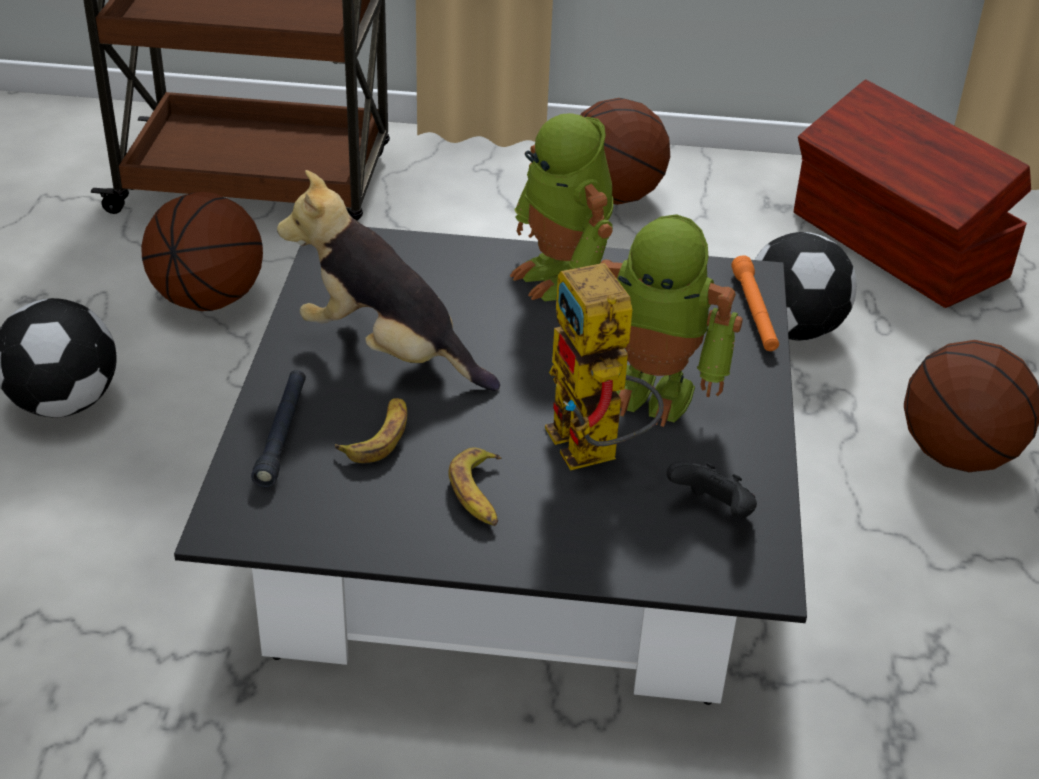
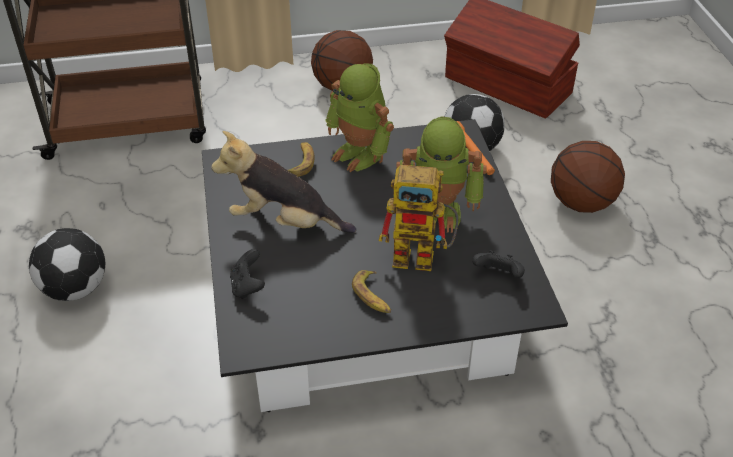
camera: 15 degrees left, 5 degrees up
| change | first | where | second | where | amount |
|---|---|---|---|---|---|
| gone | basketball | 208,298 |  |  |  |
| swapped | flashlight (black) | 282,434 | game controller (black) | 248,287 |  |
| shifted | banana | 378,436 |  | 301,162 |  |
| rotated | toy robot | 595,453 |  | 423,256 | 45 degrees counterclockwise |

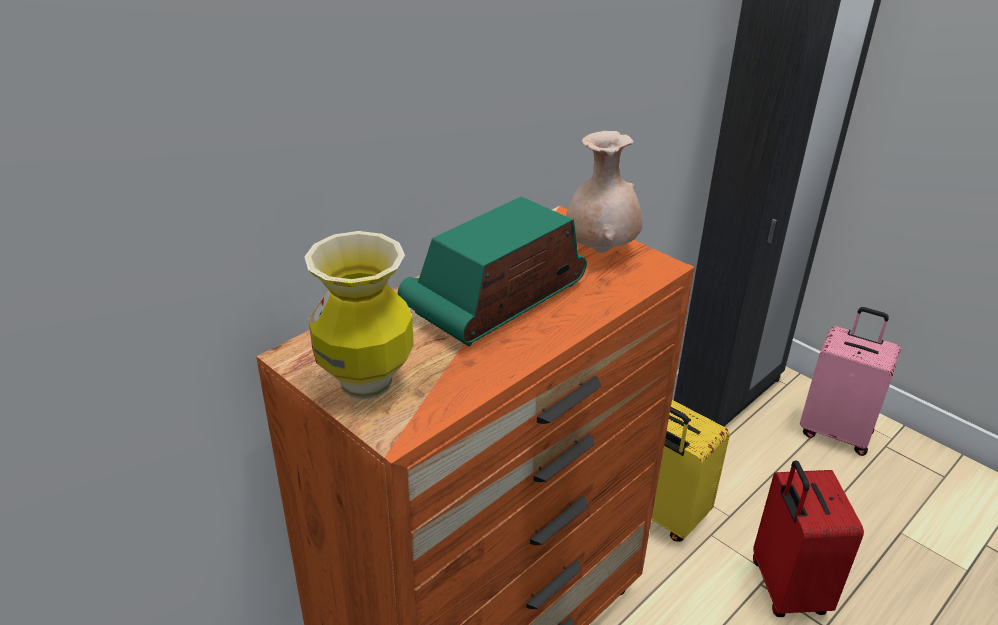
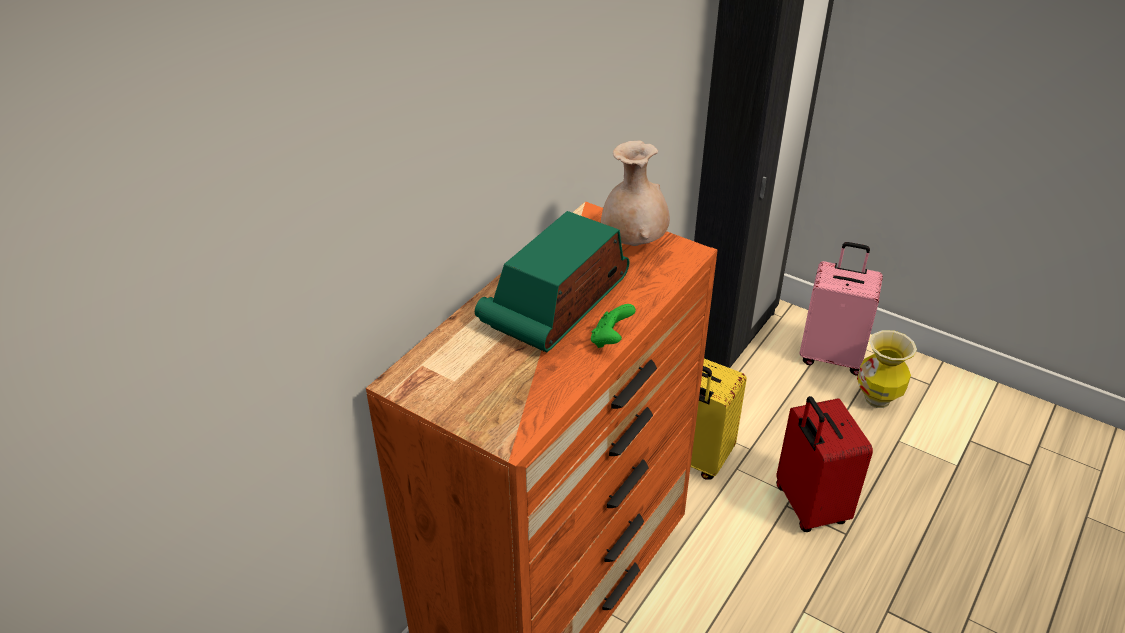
camera: 10 degrees left, 5 degrees up
| change | first | where | second | where | amount |
|---|---|---|---|---|---|
| shifted | vase | 366,382 |  | 877,399 |  |
| new |  |  | game controller (green) | 611,339 |  |

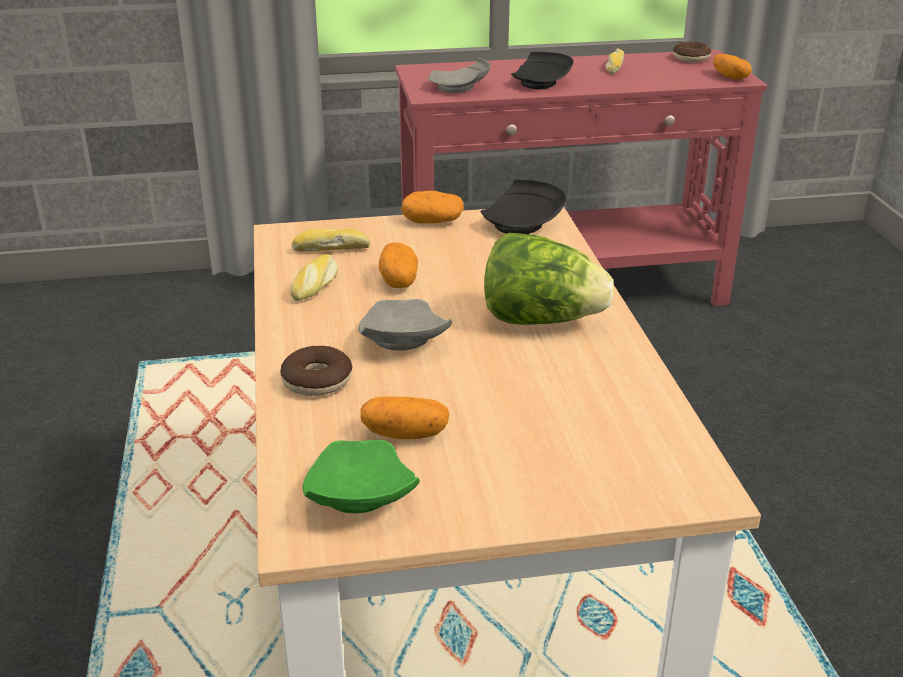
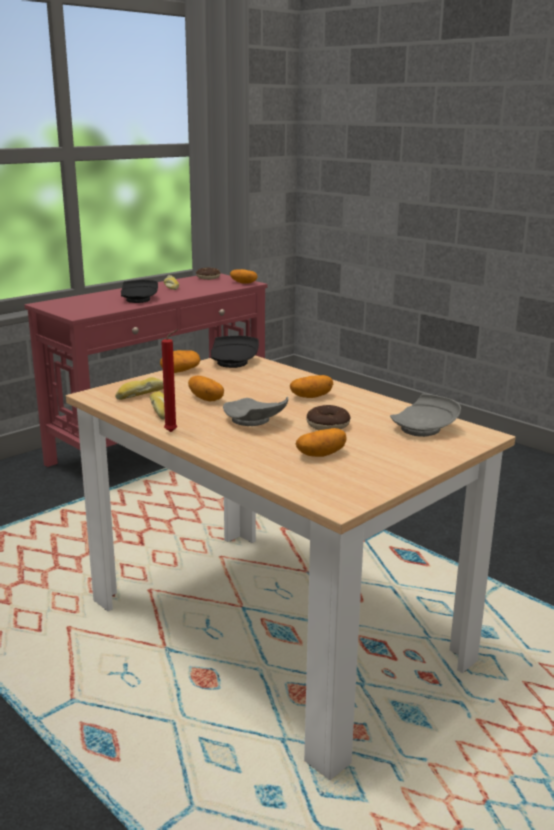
camera: 35 degrees left, 10 degrees down
| change | first | where | second | where | amount |
|---|---|---|---|---|---|
| shifted | donut | 317,381 |  | 328,425 |  |
| gone | plate (green) | 358,498 |  |  |  |
| shifted | plate (grey) | 460,88 |  | 425,429 |  |
| swapped | lettuce | 541,320 | potato | 311,396 |  |
| new |  |  | candle (red) | 173,432 |  |

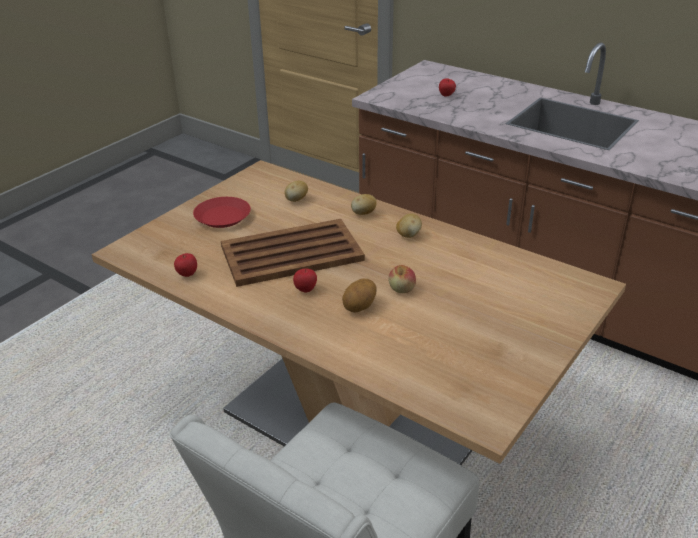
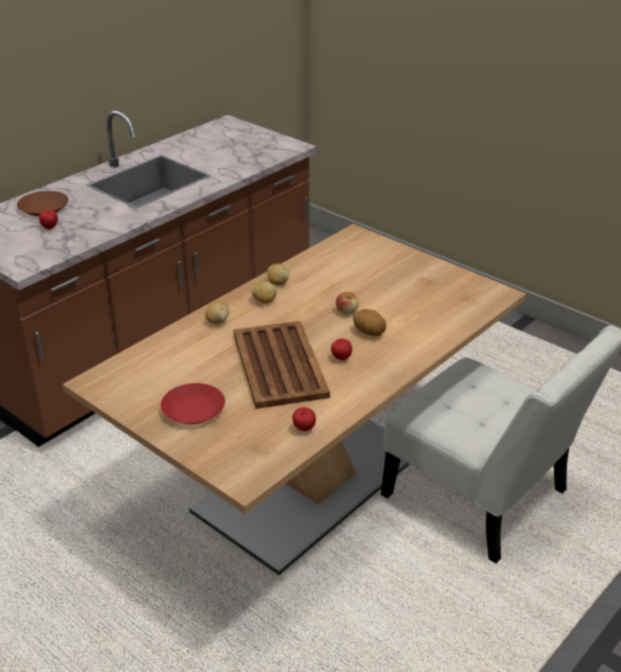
camera: 85 degrees left, 0 degrees up
| change | first | where | second | where | amount |
|---|---|---|---|---|---|
| shifted | potato | 296,200 |  | 277,283 |  |
| new |  |  | plate (brown) | 44,208 |  |

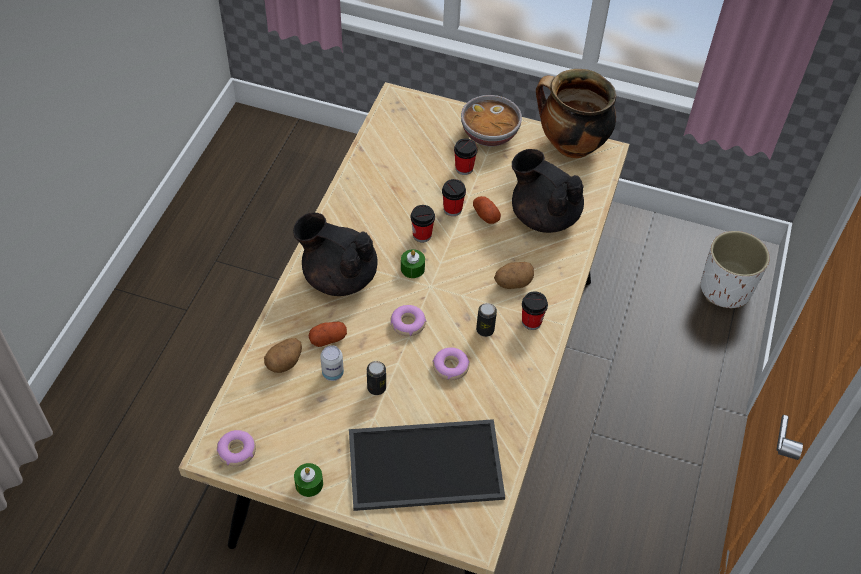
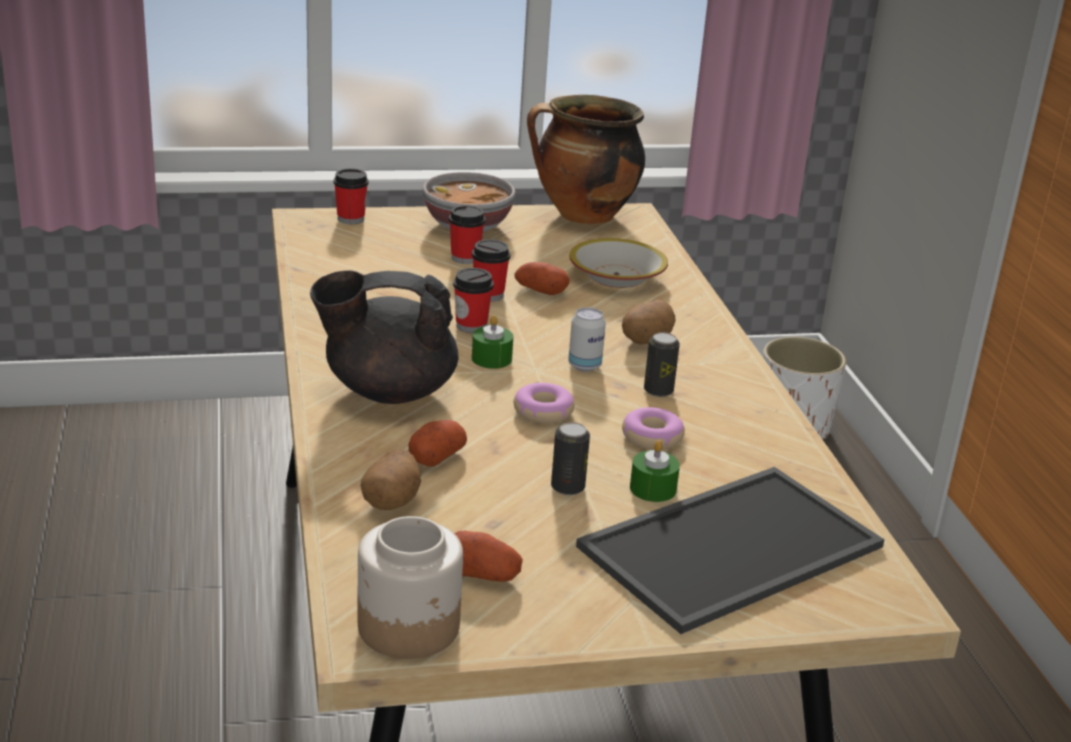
camera: 30 degrees left, 25 degrees down
| change | first | where | second | where | amount |
|---|---|---|---|---|---|
| swapped | donut | 236,451 | jar | 410,627 |  |
| shifted | candle (green) | 309,484 |  | 653,489 |  |
| shifted | can | 333,373 |  | 584,366 |  |
| swapped | teapot (black) | 543,215 | bowl | 616,276 |  |
| shifted | cup | 531,322 |  | 351,219 |  |
| new |  |  | potato | 481,574 |  |

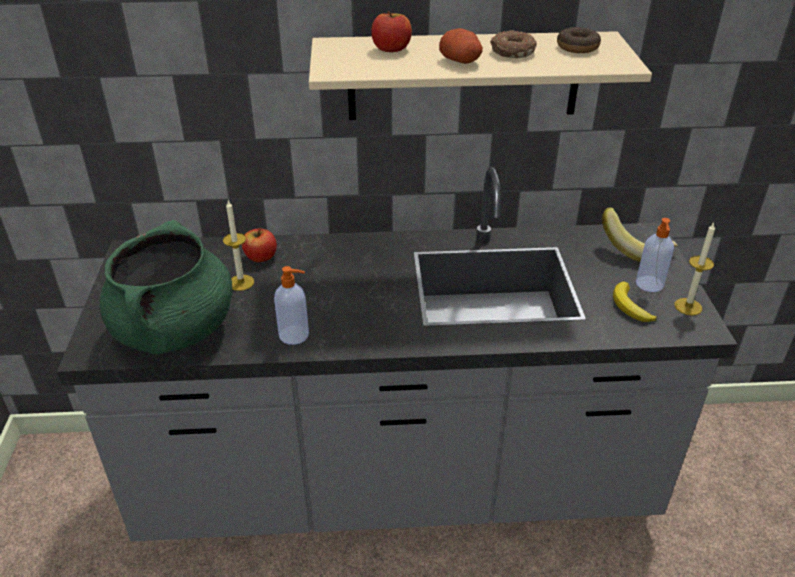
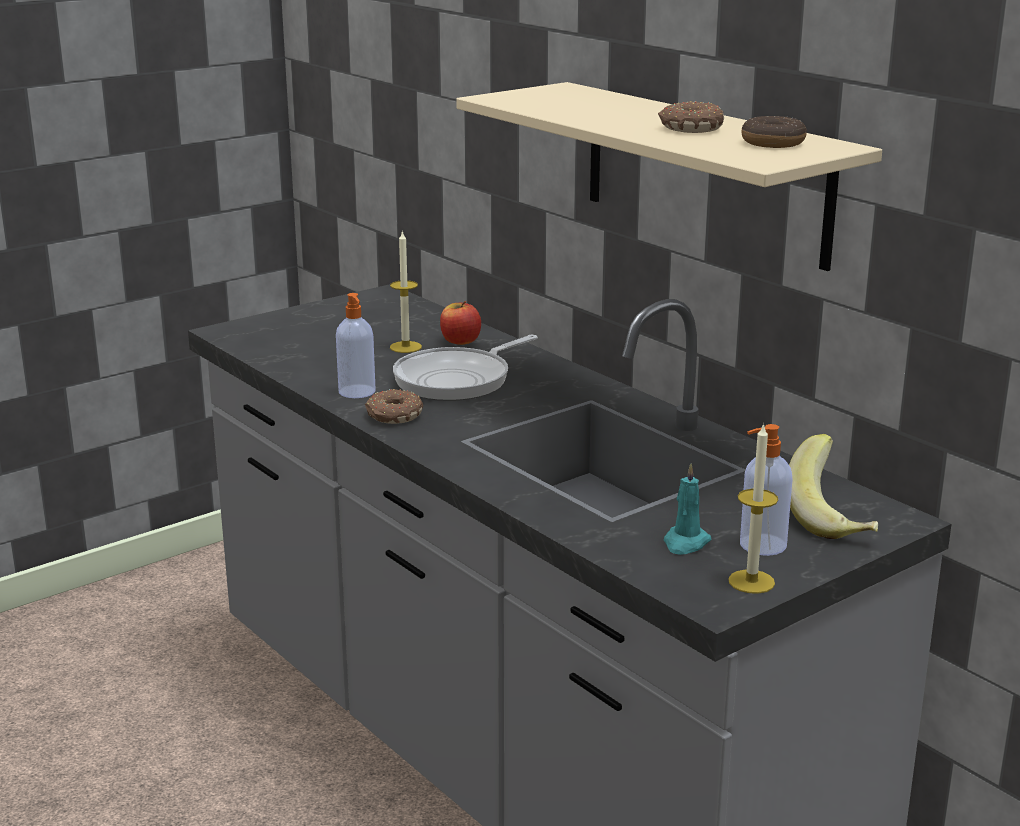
camera: 55 degrees right, 15 degrees down
| change | first | where | second | where | amount |
|---|---|---|---|---|---|
| gone | cooking pot (green) | 175,330 |  |  |  |
| gone | apple | 391,49 |  |  |  |
| gone | potato | 461,61 |  |  |  |
| swapped | banana | 630,306 | candle (turquoise) | 685,543 |  |
| new |  |  | donut | 393,416 |  |
| new |  |  | frying pan | 458,380 |  |

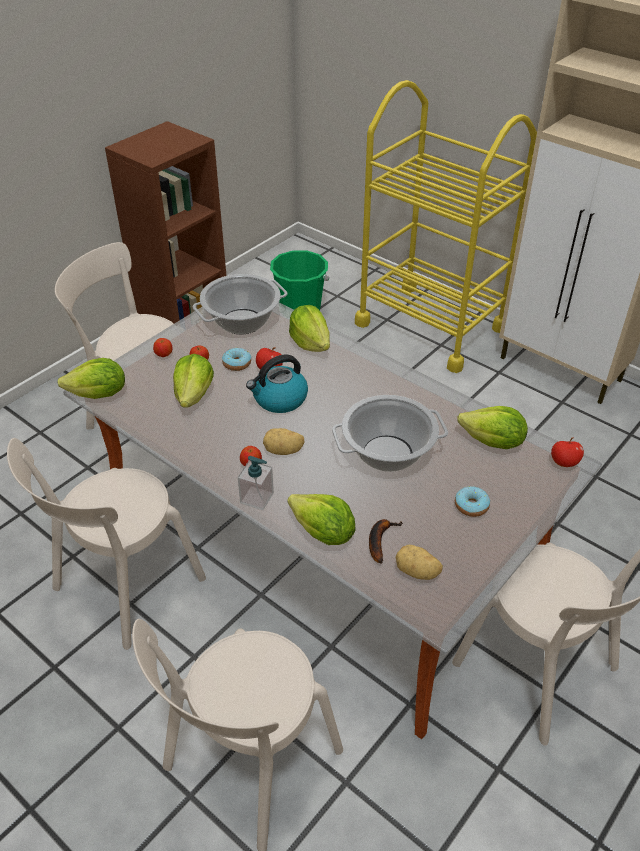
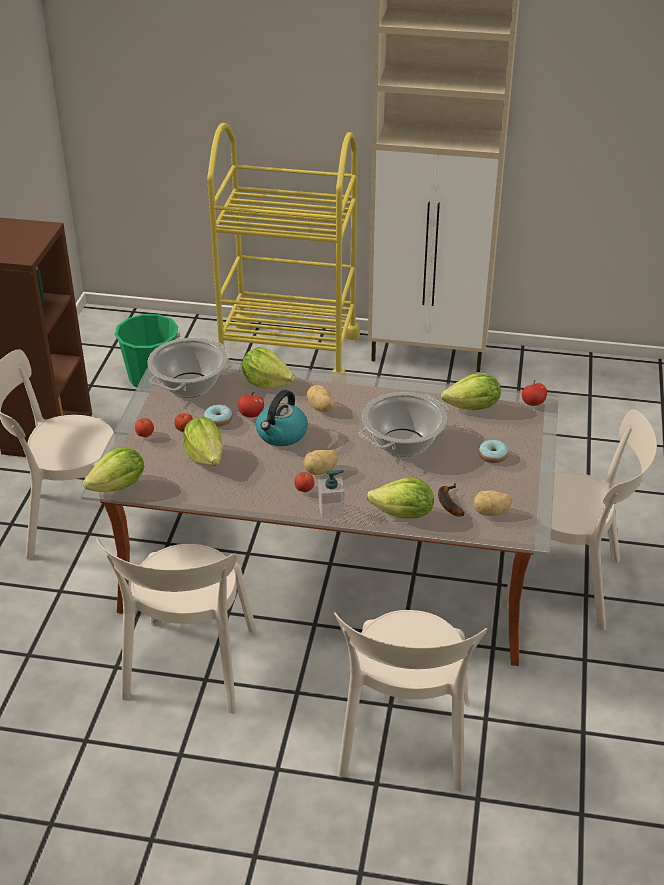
camera: 30 degrees left, 5 degrees down
| change | first | where | second | where | amount |
|---|---|---|---|---|---|
| new |  |  | potato | 320,408 |  |

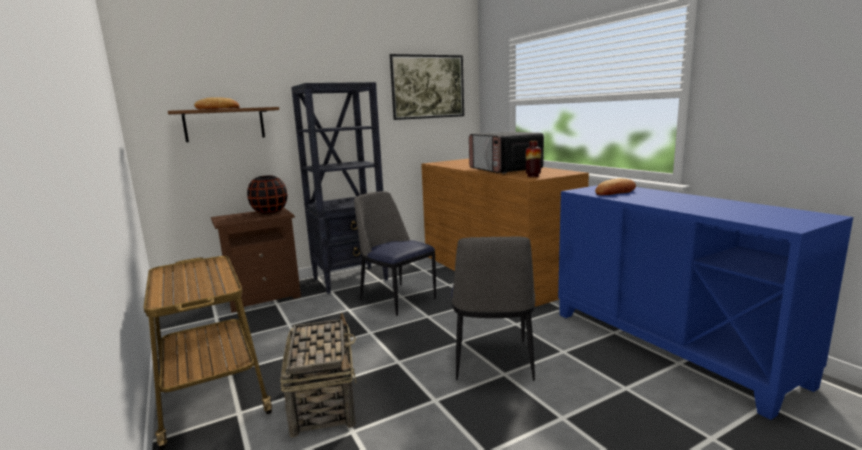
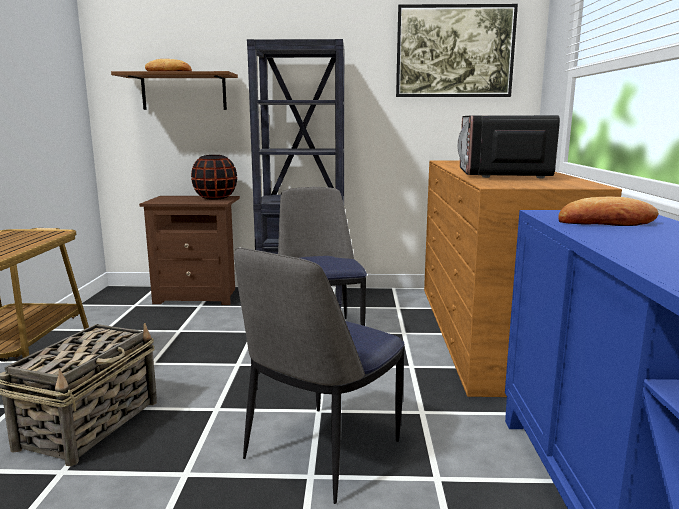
camera: 30 degrees right, 0 degrees up
| change | first | where | second | where | amount |
|---|---|---|---|---|---|
| gone | vase | 533,176 |  |  |  |

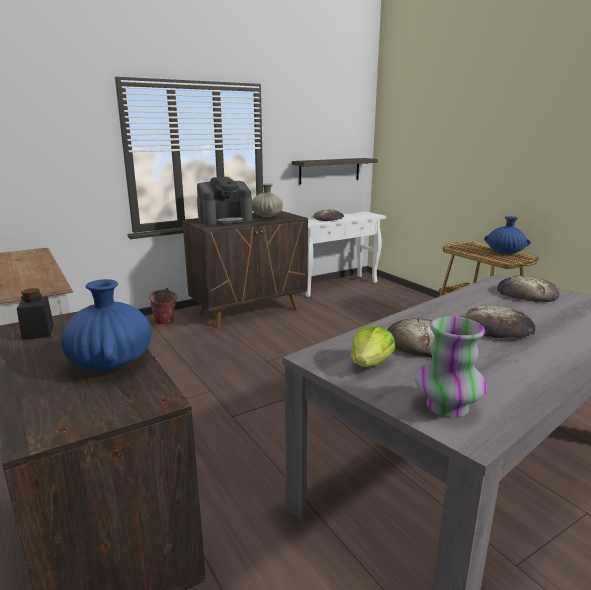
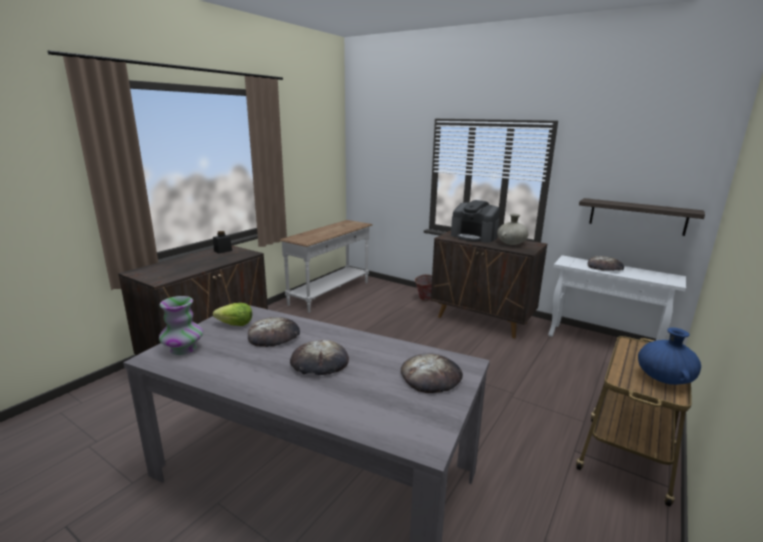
camera: 65 degrees right, 0 degrees up
| change | first | where | second | where | amount |
|---|---|---|---|---|---|
| gone | vase (blue) | 112,363 |  |  |  |

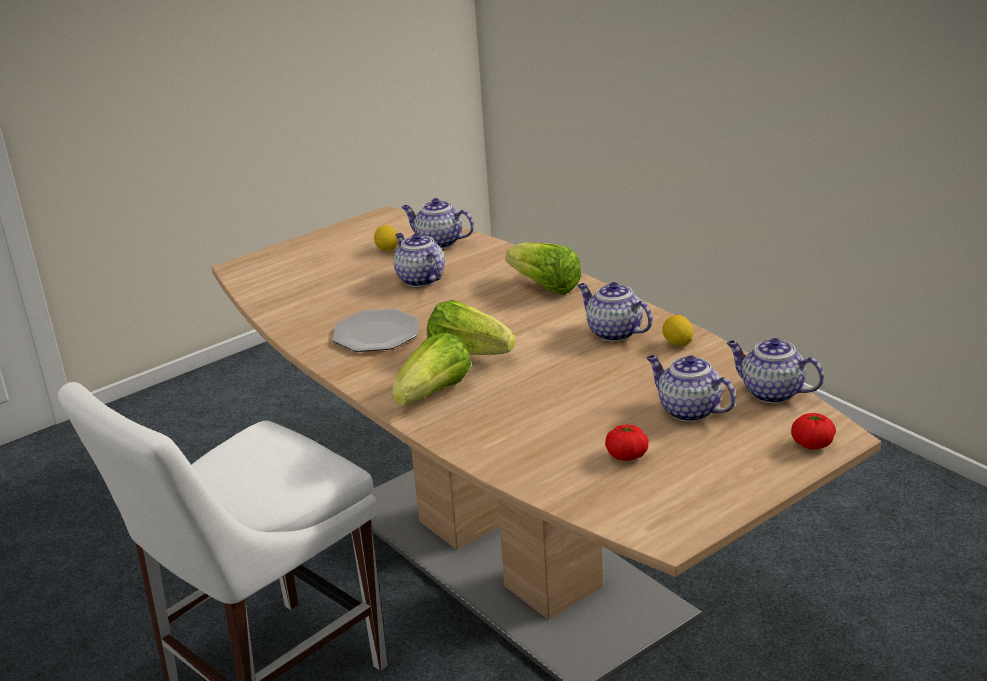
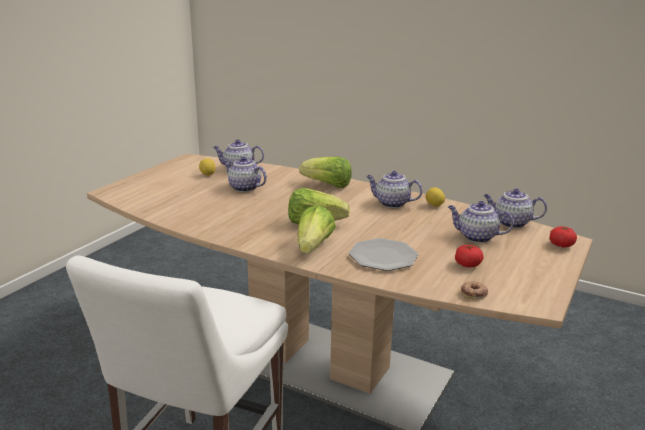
camera: 25 degrees left, 5 degrees down
| change | first | where | second | where | amount |
|---|---|---|---|---|---|
| shifted | plate | 376,333 |  | 383,256 |  |
| new |  |  | donut | 474,293 |  |

